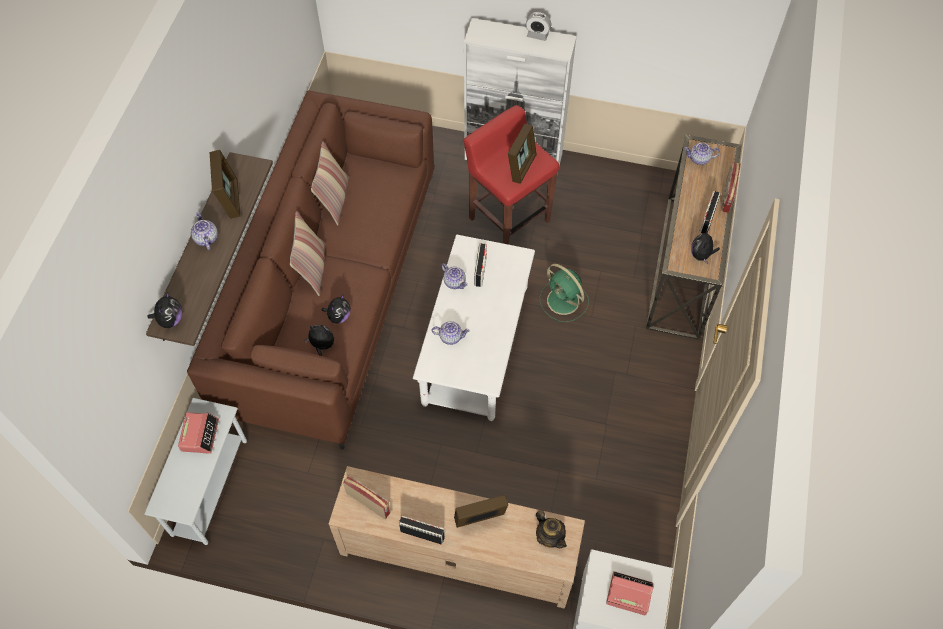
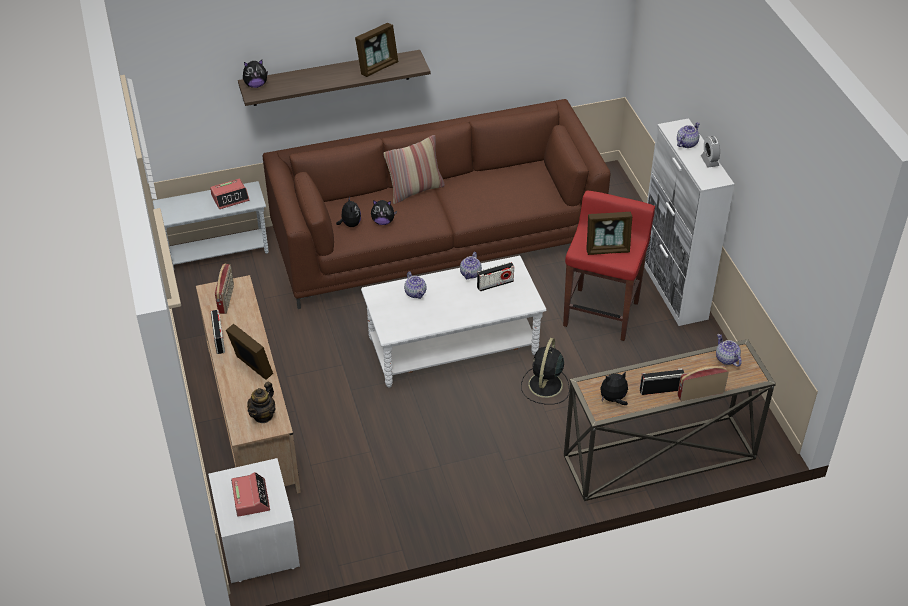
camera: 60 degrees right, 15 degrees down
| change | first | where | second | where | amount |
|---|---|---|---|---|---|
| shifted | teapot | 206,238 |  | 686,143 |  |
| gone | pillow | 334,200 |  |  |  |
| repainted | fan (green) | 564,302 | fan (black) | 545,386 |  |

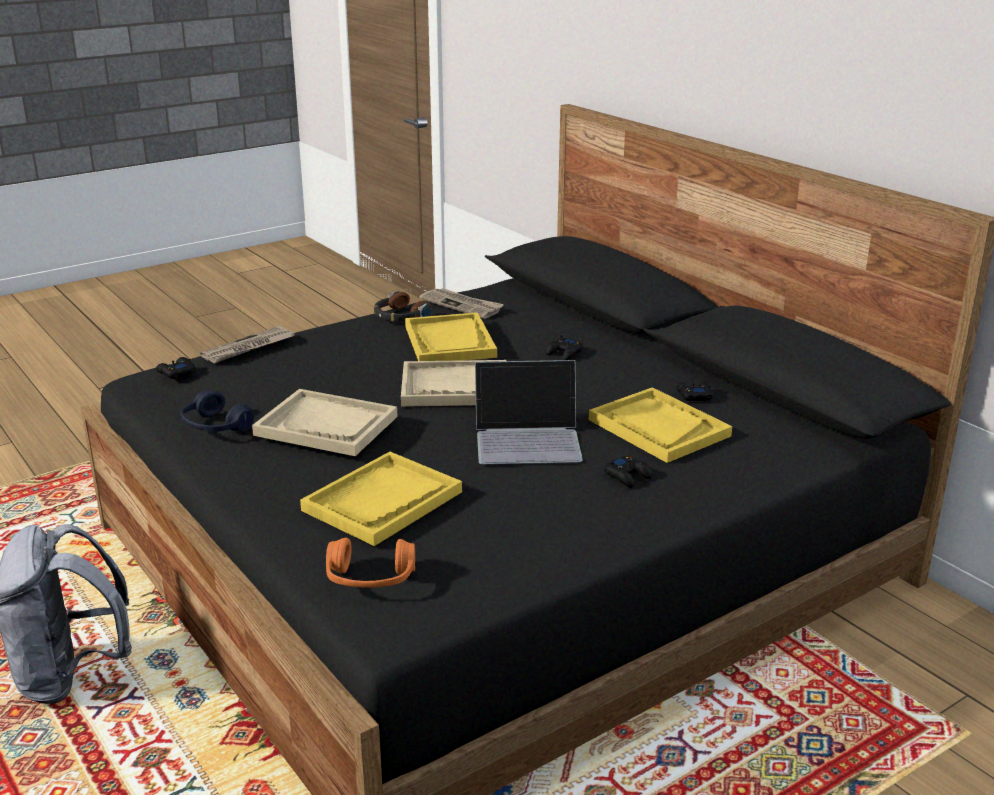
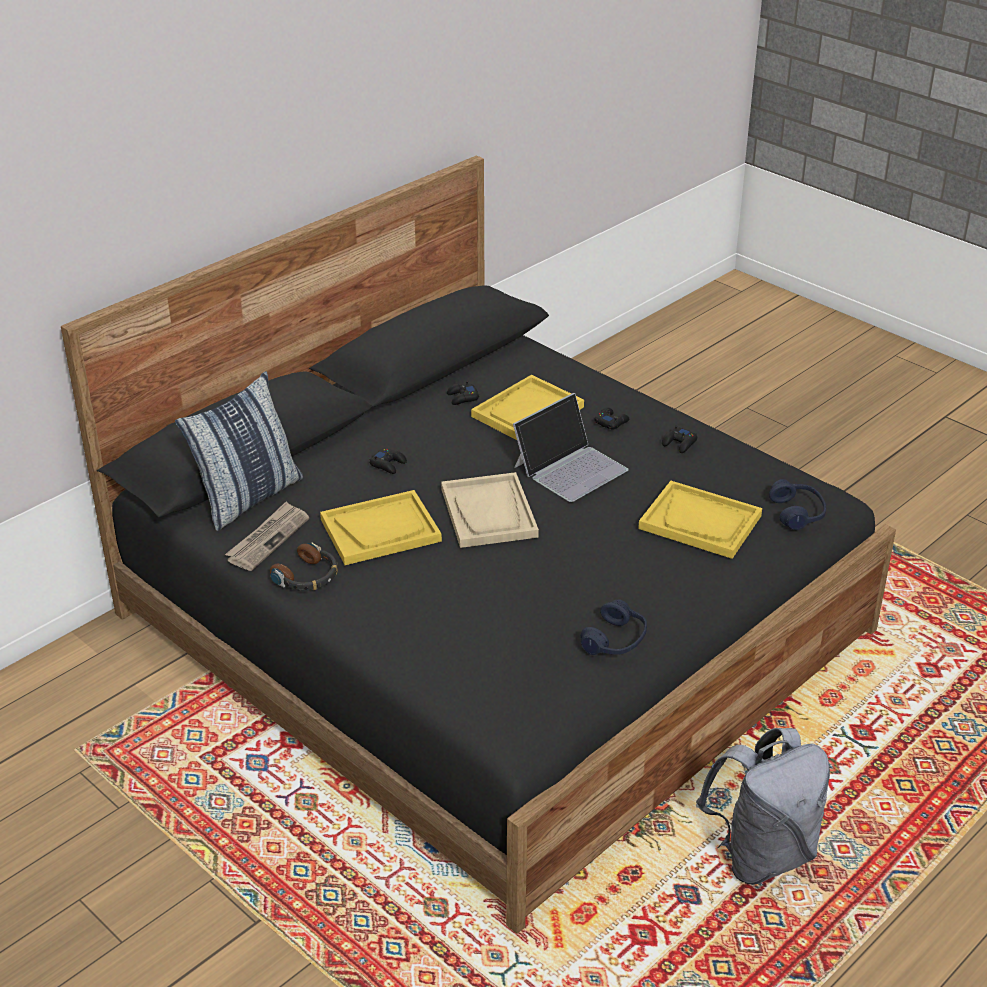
camera: 100 degrees left, 10 degrees up
| change | first | where | second | where | amount |
|---|---|---|---|---|---|
| shifted | game controller (black) | 176,373 |  | 679,443 |  |
| gone | newspaper | 248,348 |  |  |  |
| gone | tray (beige) | 327,426 |  |  |  |
| repainted | headphones (orange) | 370,579 | headphones (blue) | 797,513 |  |
| rotated | laptop | 528,438 |  | 570,467 | 60 degrees clockwise |
| new |  |  | pillow | 248,498 |  |

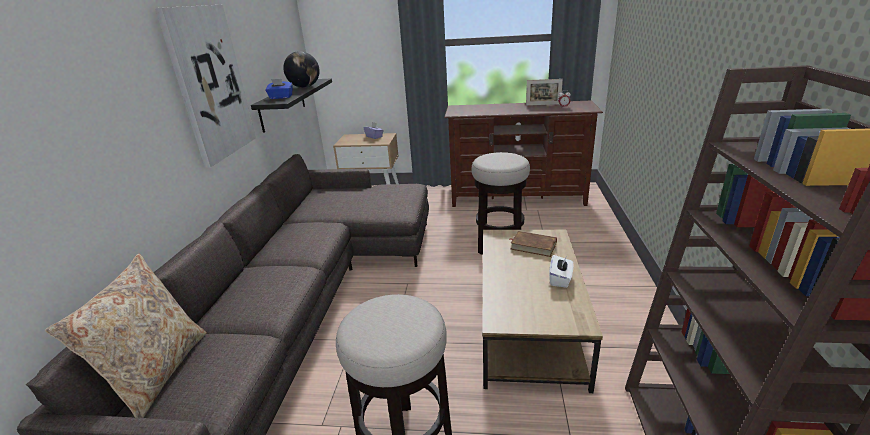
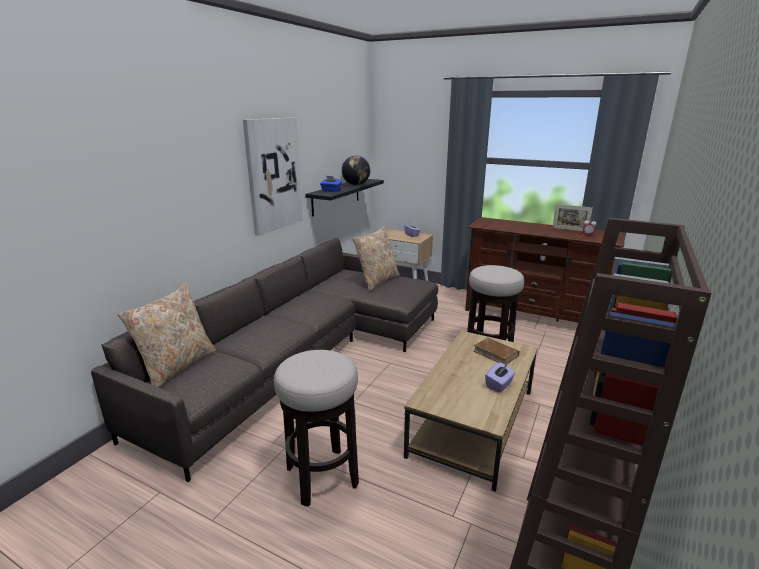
camera: 20 degrees right, 5 degrees down
| change | first | where | second | where | amount |
|---|---|---|---|---|---|
| repainted | tissue box (white) | 560,279 | tissue box (purple) | 499,385 |  |
| new |  |  | pillow (beige) | 377,281 |  |

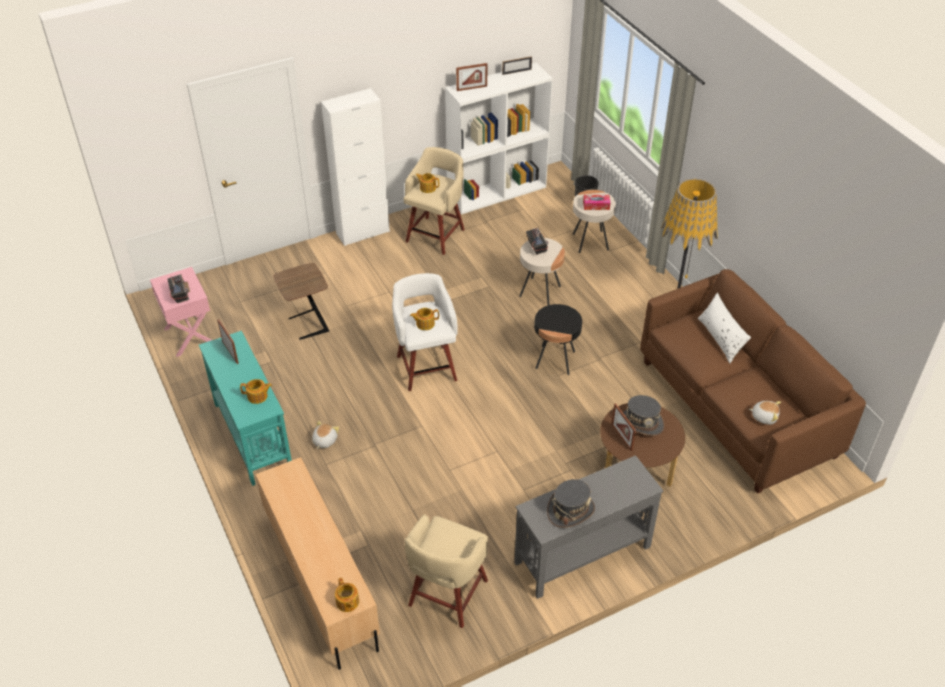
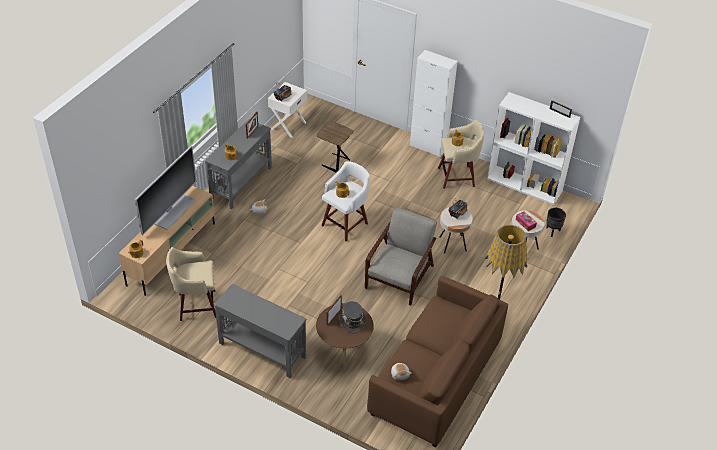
camera: 55 degrees right, 0 degrees up
| change | first | where | second | where | amount |
|---|---|---|---|---|---|
| repainted | nightstand (pink) | 189,336 | nightstand (white) | 288,125 |  |
| repainted | console table (turquoise) | 253,435 | console table (grey) | 242,183 |  |
| gone | picture frame | 471,88 |  |  |  |
| swapped | side table (black) | 555,360 | armchair (grey) | 400,276 |  |
| gone | hat (grey) | 570,510 |  |  |  |
| gone | pillow (white) | 720,338 |  |  |  |
| new |  |  | television | 174,211 |  |

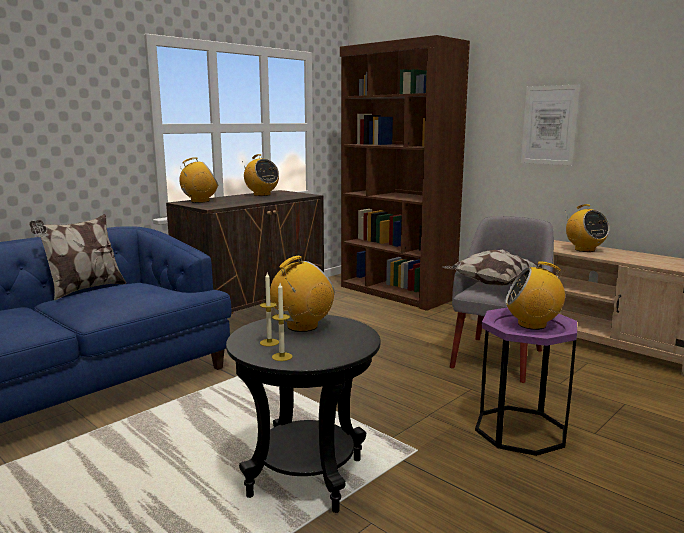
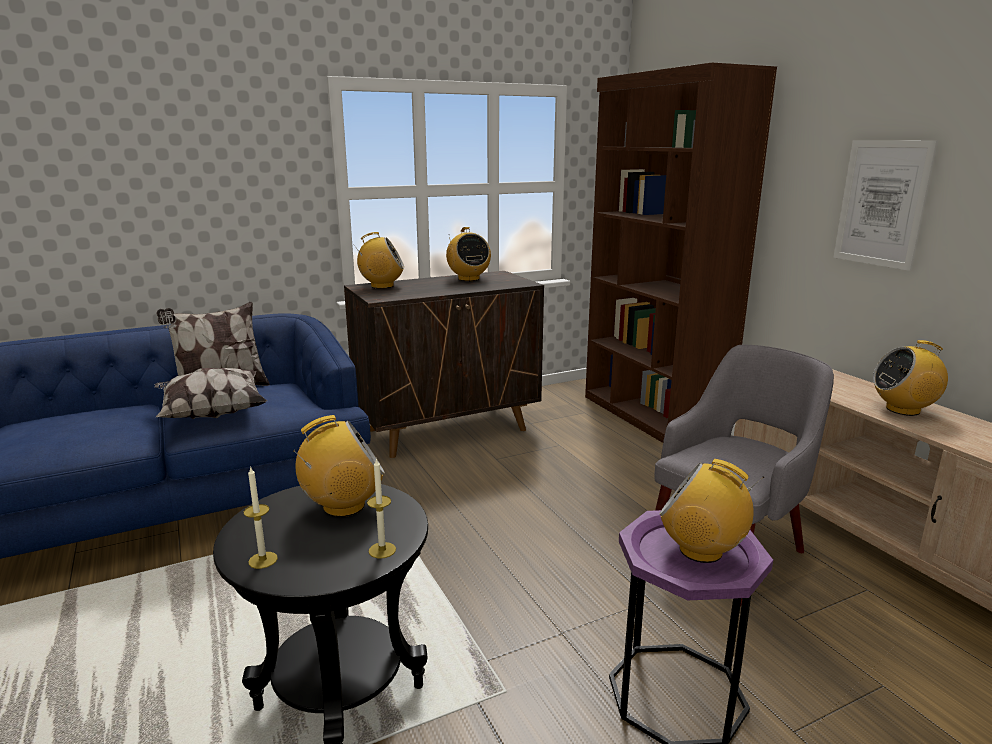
camera: 20 degrees right, 5 degrees up
| change | first | where | second | where | amount |
|---|---|---|---|---|---|
| shifted | candle | 269,342 |  | 382,550 |  |
| shifted | pillow | 492,284 |  | 212,413 |  |
| rotated | radio | 584,250 |  | 903,409 | 90 degrees clockwise |

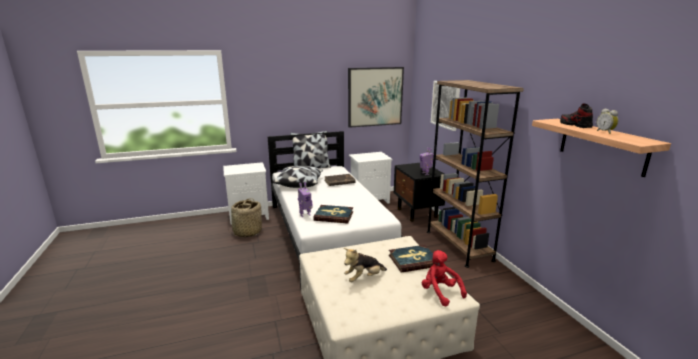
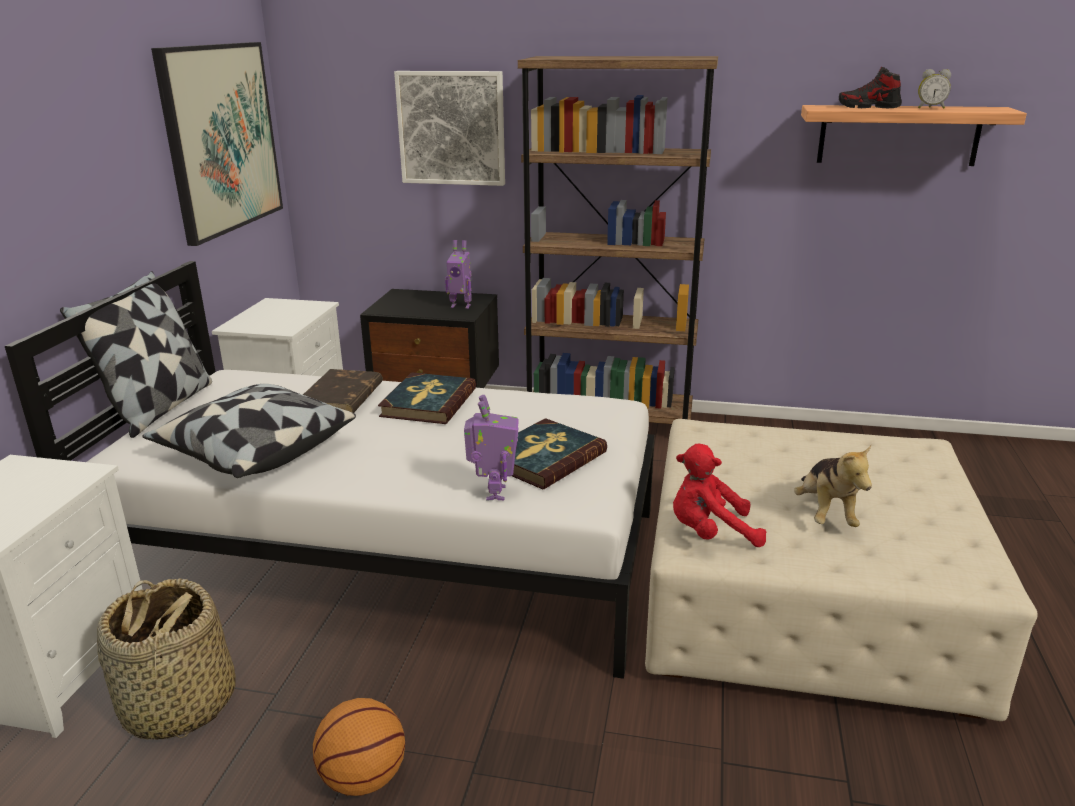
camera: 60 degrees left, 5 degrees up
| change | first | where | second | where | amount |
|---|---|---|---|---|---|
| shifted | book | 413,260 |  | 428,402 |  |
| shifted | plush toy (red) | 440,292 |  | 710,533 |  |
| new |  |  | basketball | 363,778 |  |

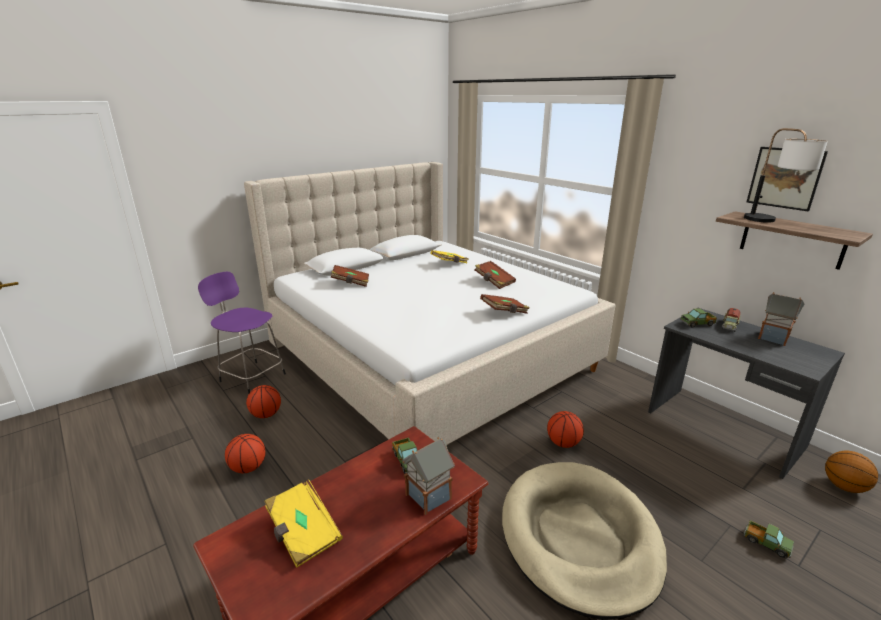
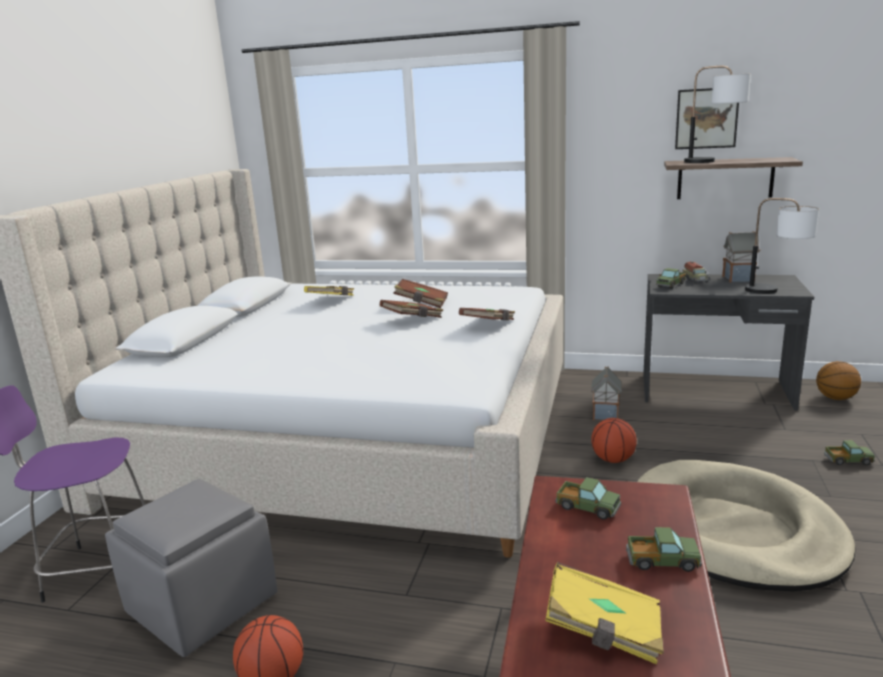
camera: 35 degrees left, 5 degrees down
| change | first | where | second | where | amount |
|---|---|---|---|---|---|
| swapped | basketball | 266,415 | ottoman (grey) | 202,603 |  |
| shifted | book (brown) | 351,283 |  | 413,320 |  |
| shifted | toy house | 429,496 |  | 605,415 |  |
| new |  |  | toy truck | 662,561 |  |
| new |  |  | table lamp | 777,291 |  |

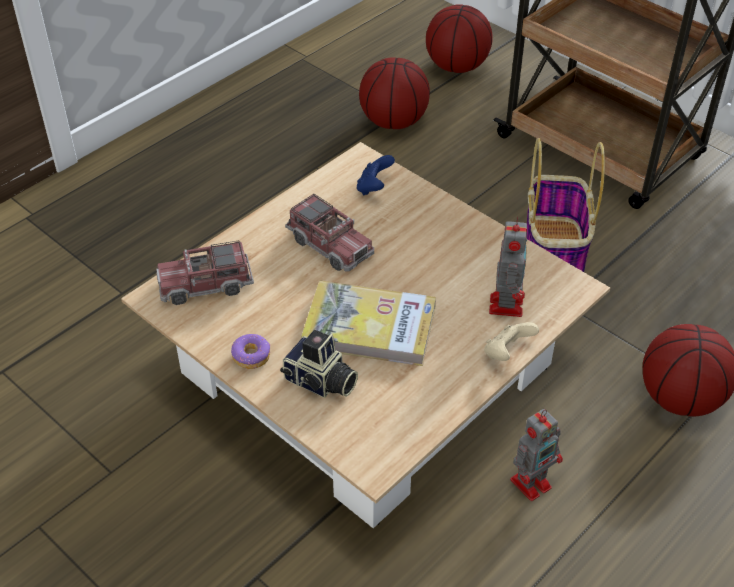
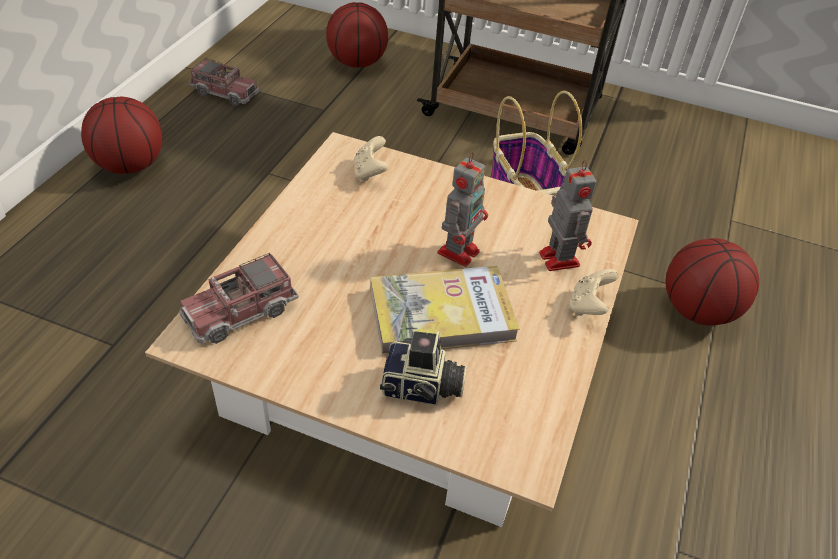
camera: 25 degrees left, 0 degrees up
| change | first | where | second | where | amount |
|---|---|---|---|---|---|
| gone | donut | 251,356 |  |  |  |
| shifted | toy truck | 330,245 |  | 225,93 |  |
| repainted | game controller (blue) | 374,187 | game controller (beige) | 370,172 |  |
| shifted | basketball | 393,121 |  | 129,165 |  |
| shifted | toy robot | 532,482 |  | 459,250 |  |

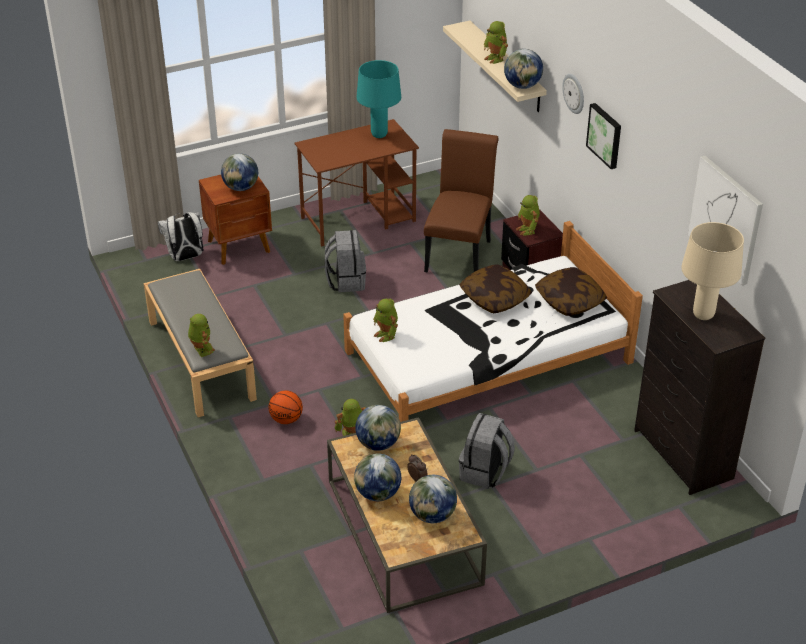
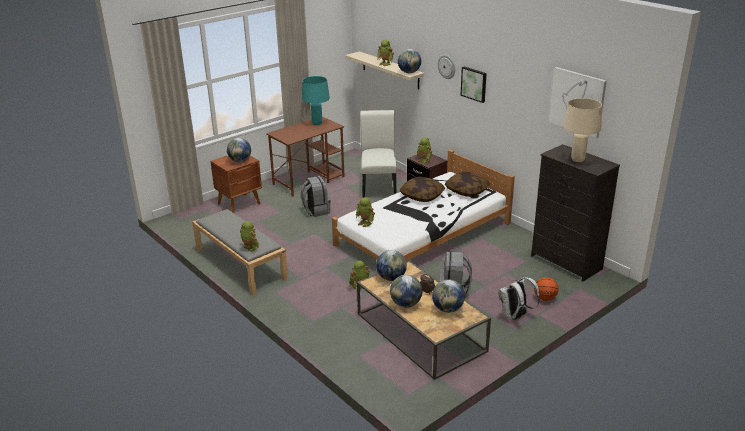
camera: 15 degrees left, 10 degrees down
| change | first | where | second | where | amount |
|---|---|---|---|---|---|
| shifted | backpack (white) | 185,257 |  | 515,316 |  |
| shifted | basketball | 286,419 |  | 545,298 |  |
| repainted | chair (brown) | 459,253 | chair (white) | 378,187 |  |

